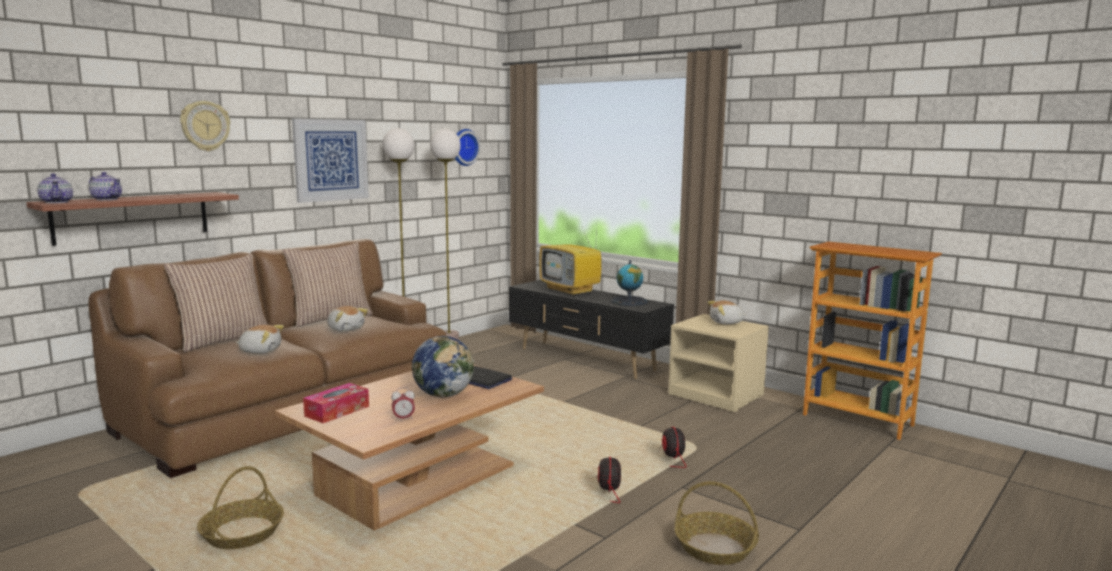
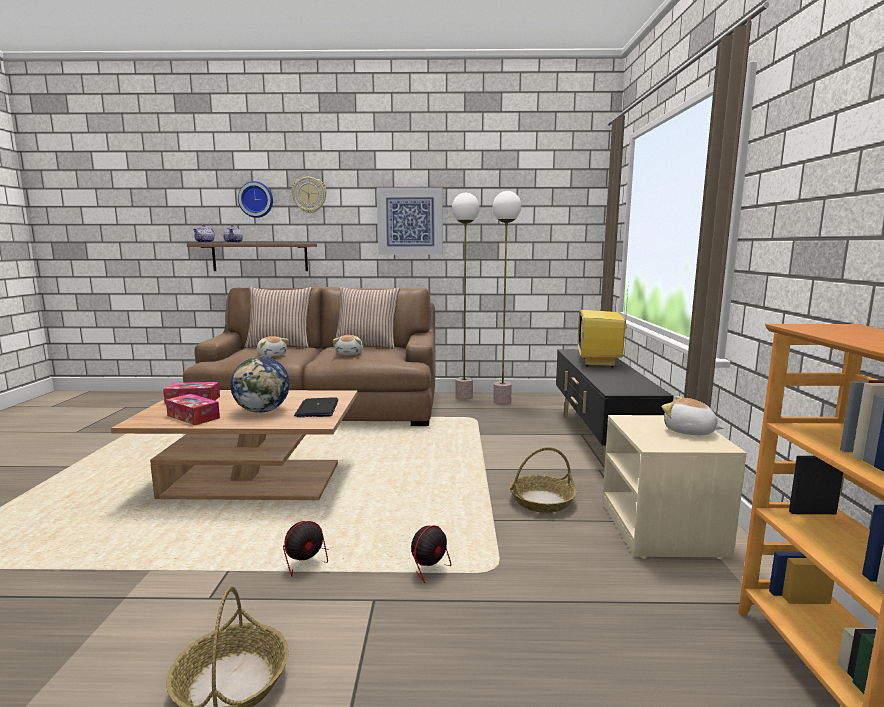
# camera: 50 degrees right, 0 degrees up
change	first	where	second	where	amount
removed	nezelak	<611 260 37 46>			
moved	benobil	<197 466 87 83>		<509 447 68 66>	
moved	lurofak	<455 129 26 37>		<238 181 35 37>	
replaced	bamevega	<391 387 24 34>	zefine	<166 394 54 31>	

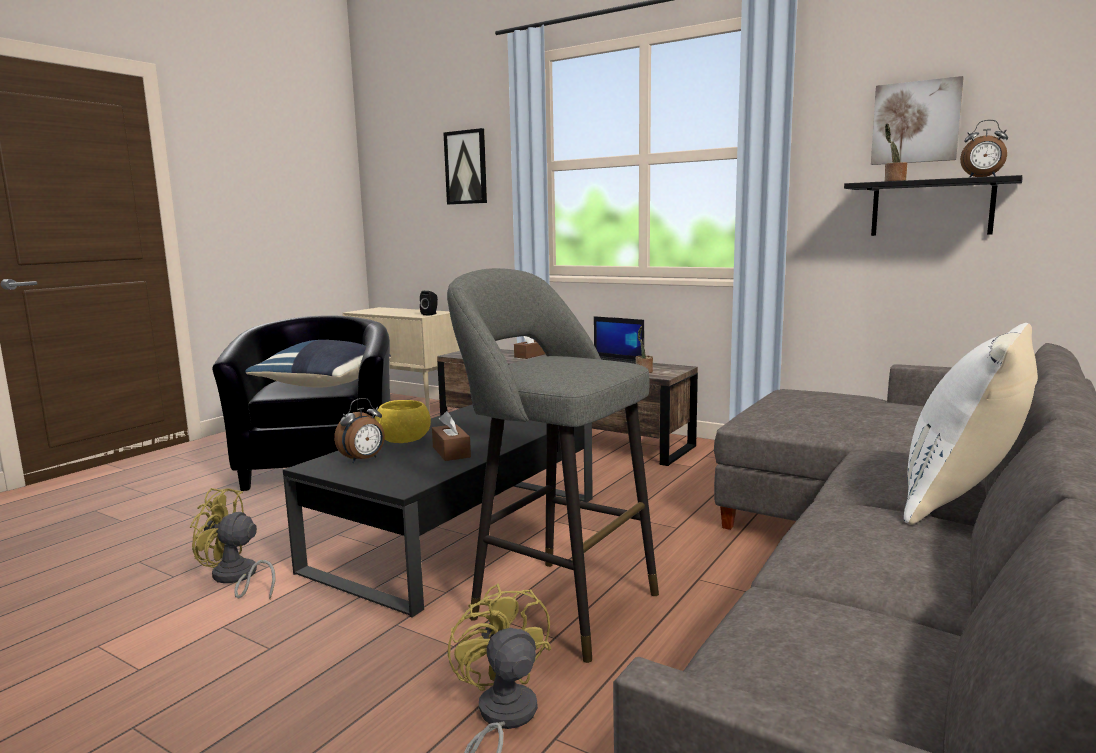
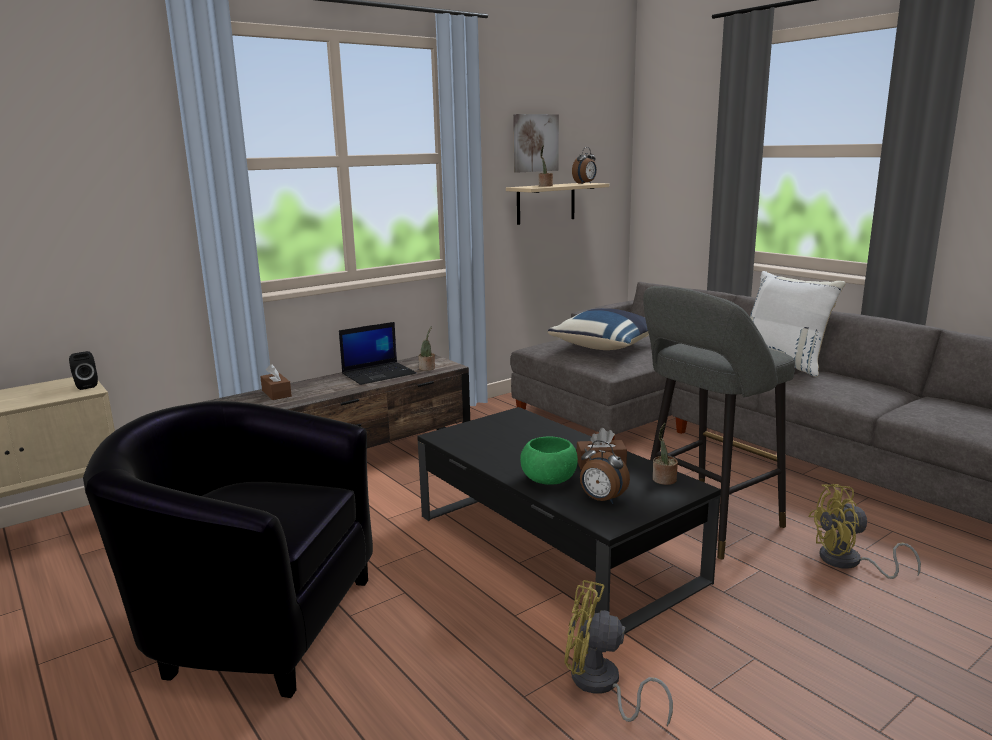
# camera: 70 degrees left, 5 degrees up
change	first	where	second	where	amount
removed	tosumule	<444 128 43 77>			
added			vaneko	<653 423 25 62>	
moved	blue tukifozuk	<245 340 146 48>		<548 308 101 42>	
recoloured	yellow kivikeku	<374 400 57 43>	green kivikeku	<520 437 58 48>	
recoloured	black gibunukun	<844 175 179 61>	beige gibunukun	<506 183 103 42>	
turned	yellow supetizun	<190 488 86 111>		<564 580 109 146>	75 degrees clockwise
turned	bamevega	<334 398 51 65>		<580 440 50 64>	150 degrees clockwise

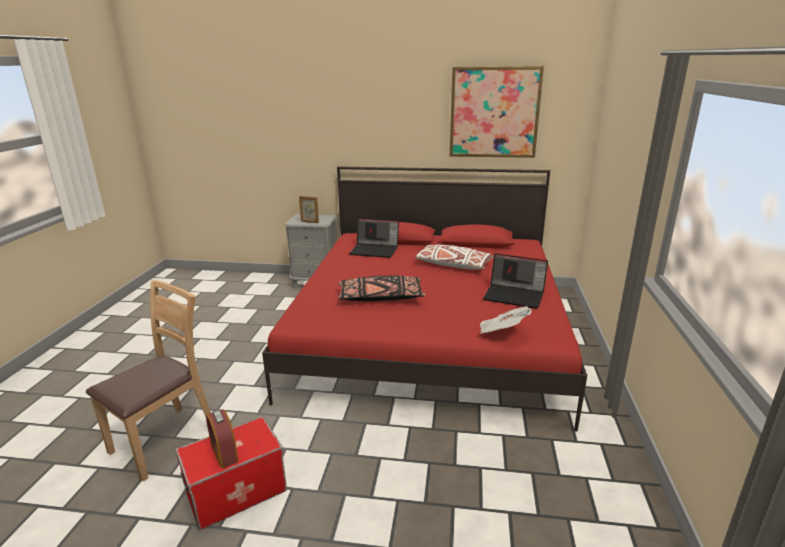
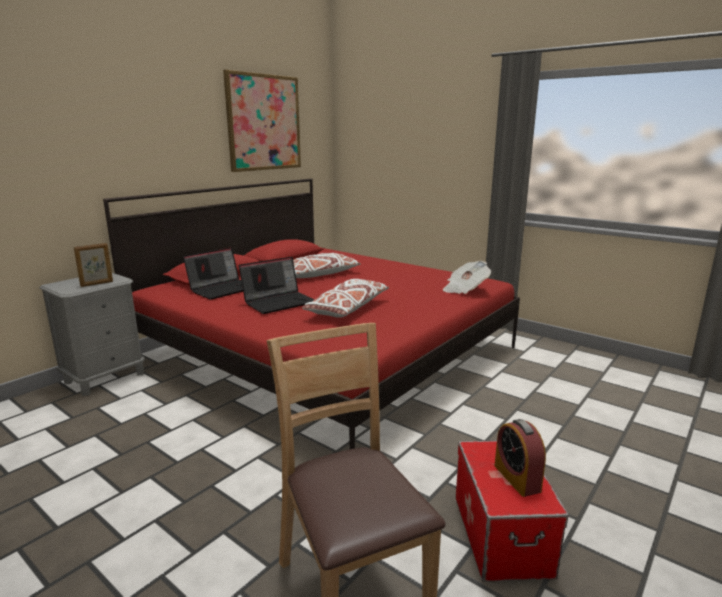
# camera: 60 degrees left, 5 degrees down
change	first	where	second	where	amount
moved	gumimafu	<483 253 65 56>		<239 257 75 57>	
recoloured	black tukifozuk	<338 275 88 26>	white tukifozuk	<302 279 87 39>	
turned	bamevega	<206 409 33 60>		<495 419 51 78>	75 degrees clockwise

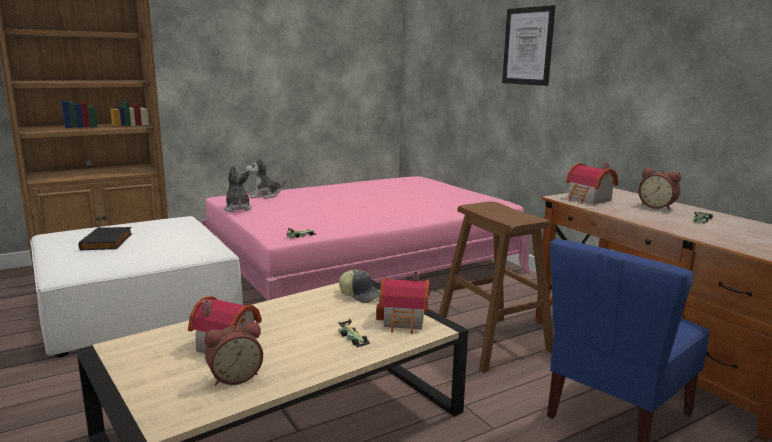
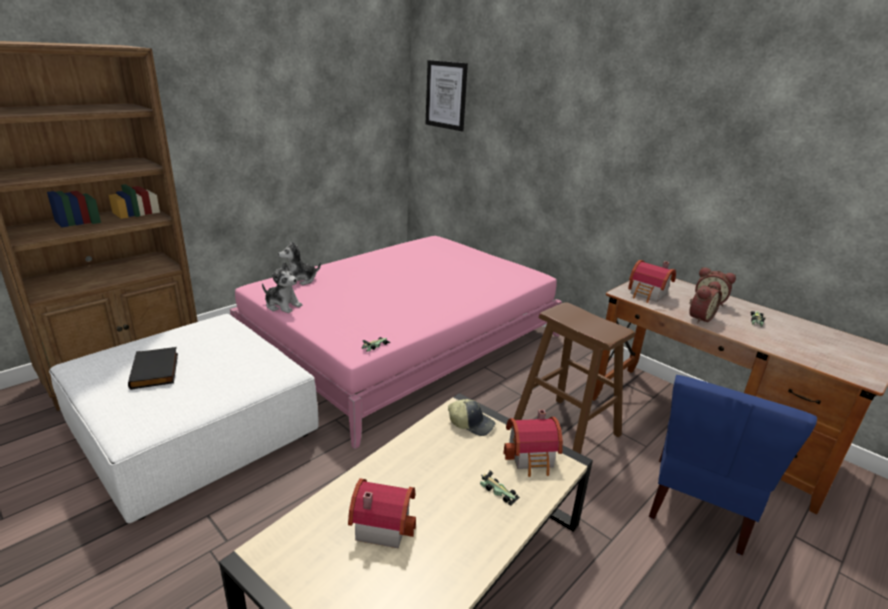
# camera: 15 degrees left, 10 degrees up
change	first	where	second	where	amount
moved	bamevega	<205 321 58 64>		<689 281 33 42>	
moved	tosumule	<502 5 54 81>		<426 60 42 71>	
turned	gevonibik	<224 164 28 48>		<262 262 40 51>	150 degrees clockwise

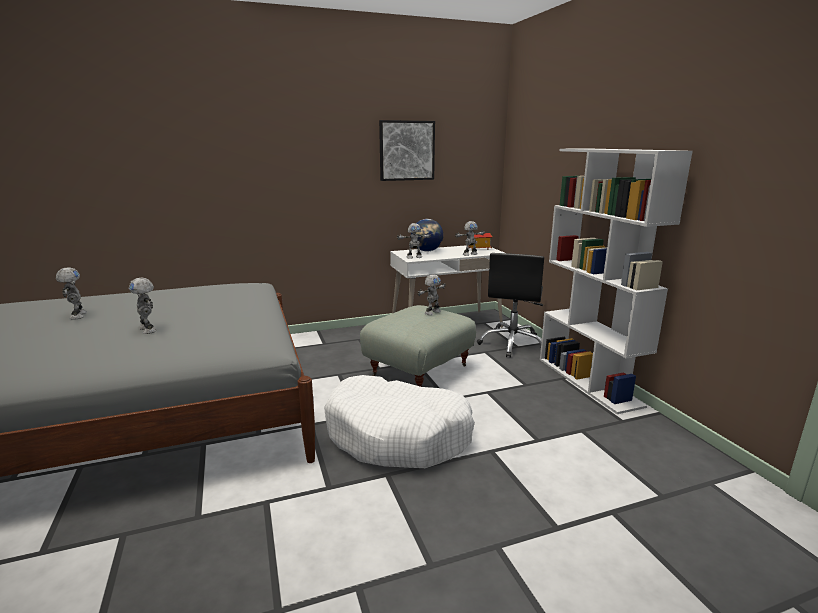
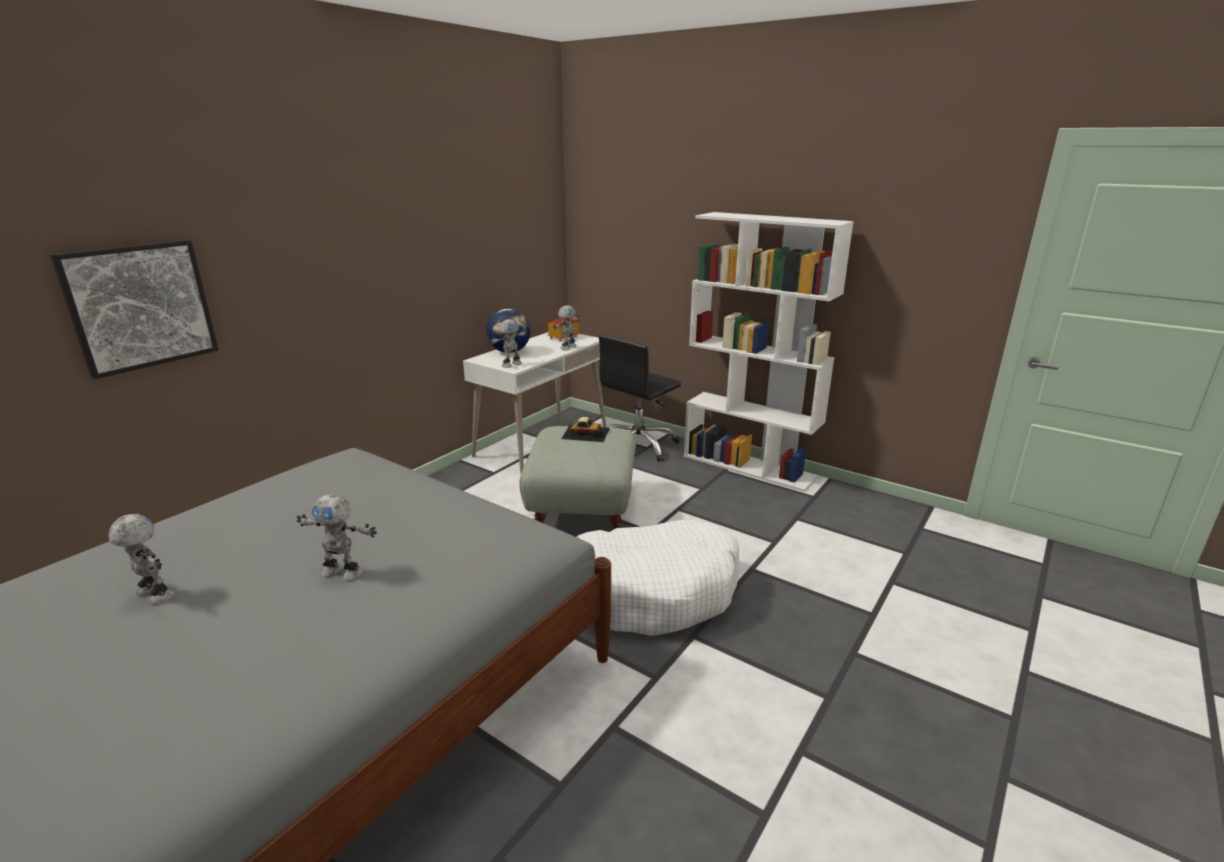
# camera: 35 degrees left, 5 degrees up
change	first	where	second	where	amount
moved	tosumule	<379 120 56 61>		<50 240 168 139>	
replaced	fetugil	<418 274 27 41>	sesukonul	<561 417 49 25>	
turned	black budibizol	<477 253 67 105>		<599 335 82 127>	60 degrees clockwise

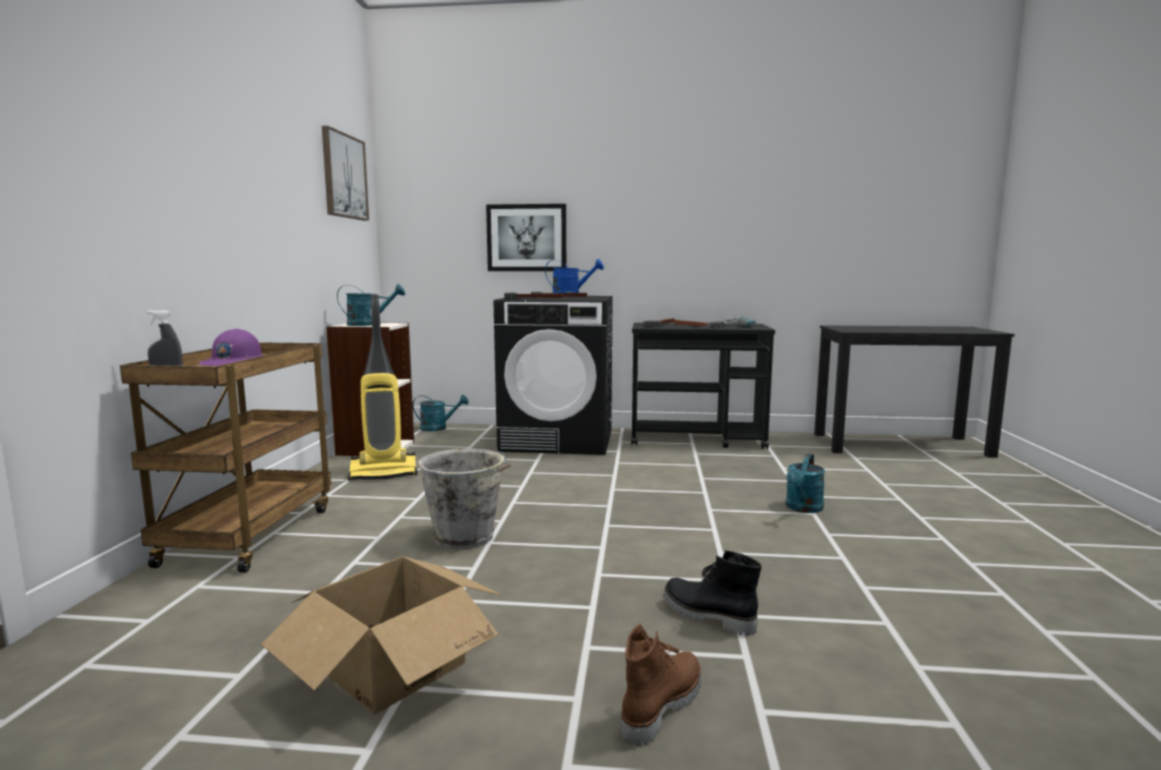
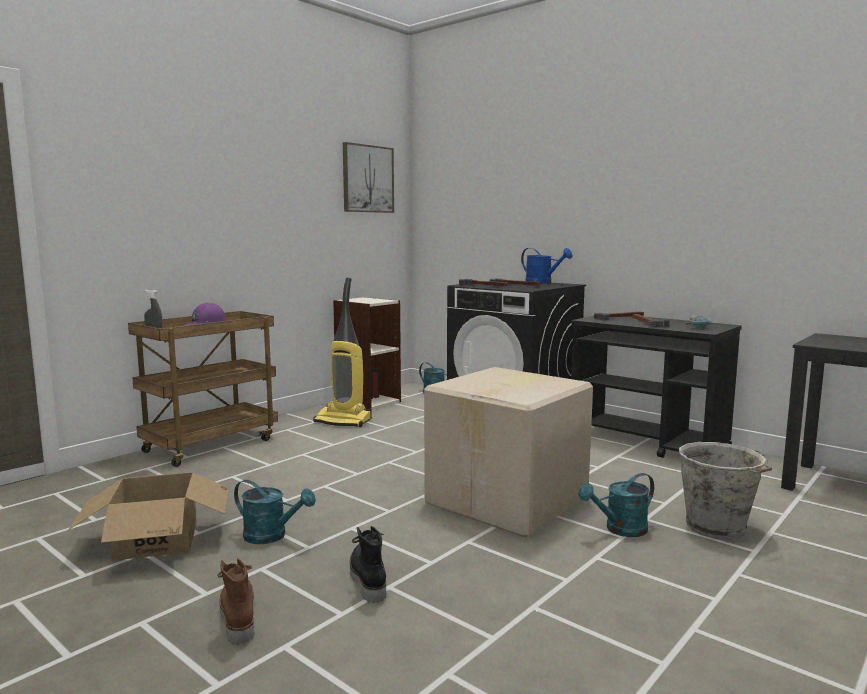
# camera: 35 degrees right, 0 degrees up
change	first	where	second	where	amount
removed	tosumule	<486 204 80 67>			
added			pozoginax	<424 367 169 171>	
moved	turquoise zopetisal	<337 284 68 42>		<234 480 82 64>	
moved	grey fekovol	<418 448 93 101>		<679 442 93 98>	
turned	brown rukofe	<621 624 80 122>		<217 558 37 87>	90 degrees counterclockwise

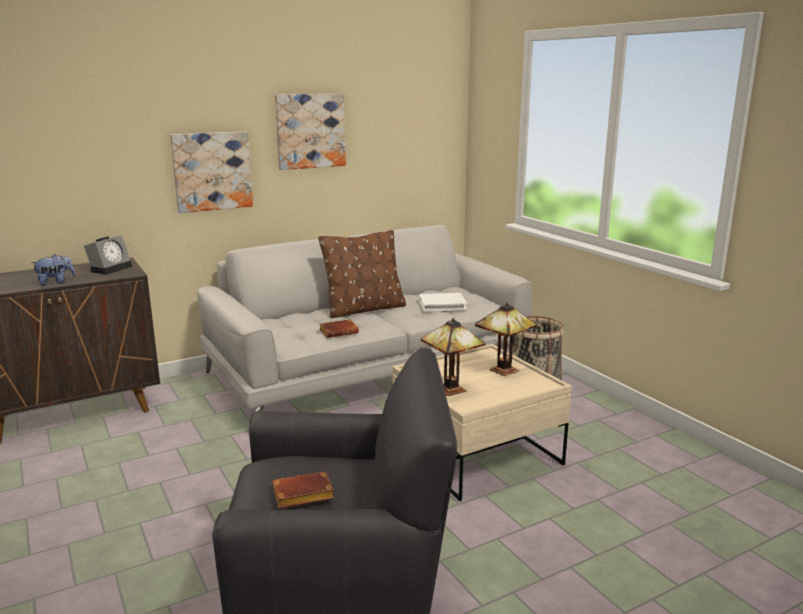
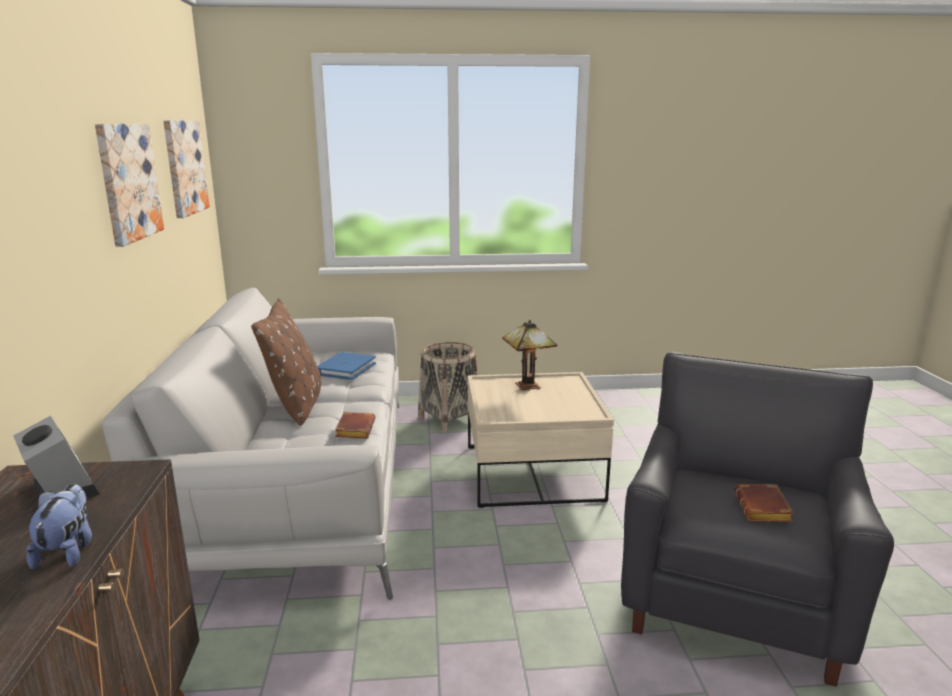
# camera: 65 degrees left, 0 degrees up
change	first	where	second	where	amount
removed	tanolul	<421 318 64 78>			
moved	tosumule	<170 131 83 82>		<163 120 47 98>	
recoloured	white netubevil	<419 293 48 19>	blue netubevil	<317 352 59 28>	

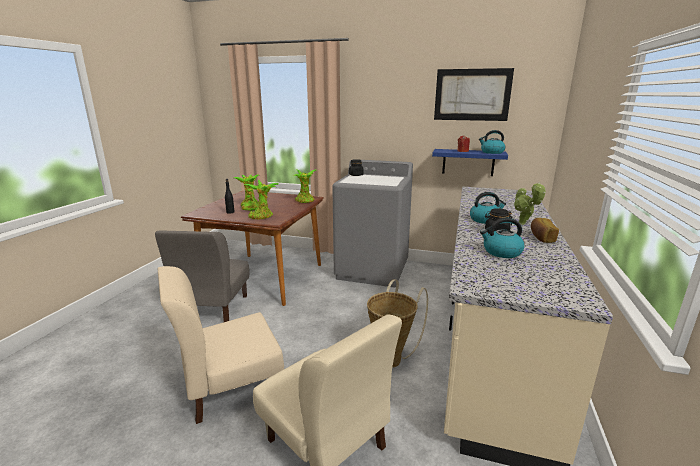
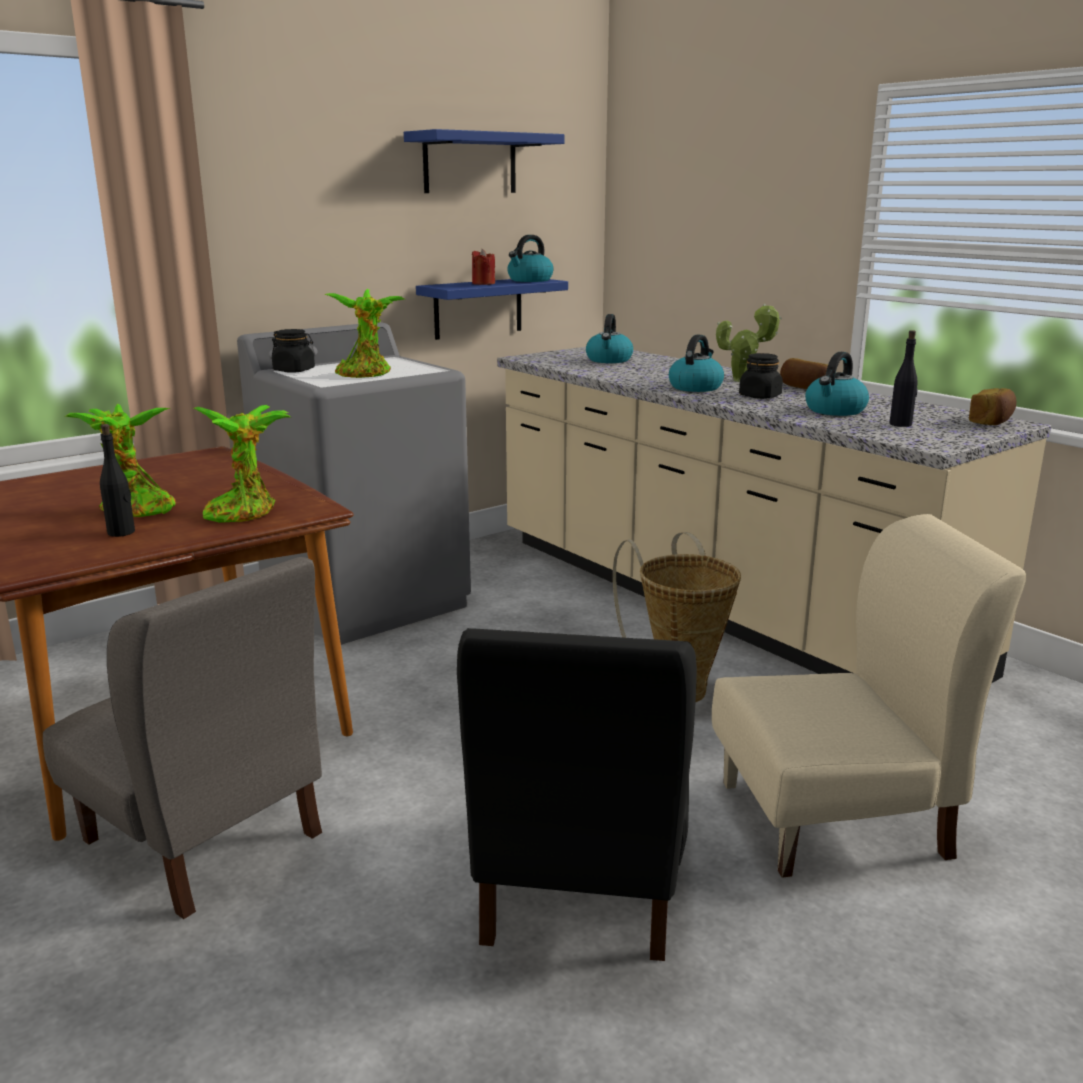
# camera: 55 degrees left, 0 degrees up
change	first	where	second	where	amount
added			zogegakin	<586 314 47 49>	
added			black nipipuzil	<889 330 29 97>	
added			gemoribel	<969 388 48 37>	
moved	vaneko	<294 169 22 34>		<324 289 80 89>	
replaced	tosumule	<434 68 80 53>	blue gibunukun	<404 129 161 64>	
recoloured	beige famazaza	<157 266 127 158>	black famazaza	<457 628 240 333>	

